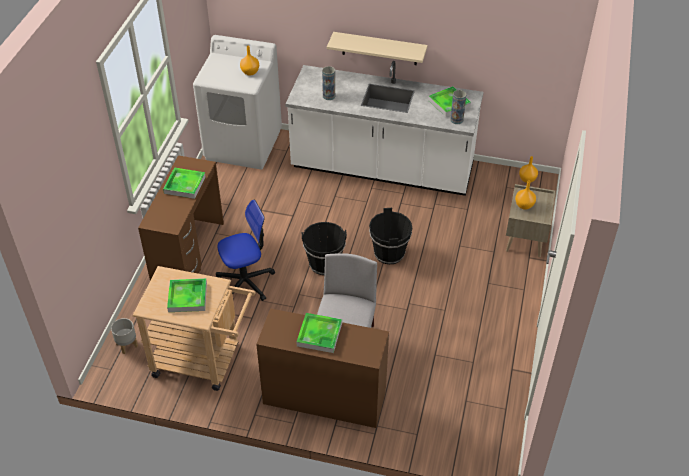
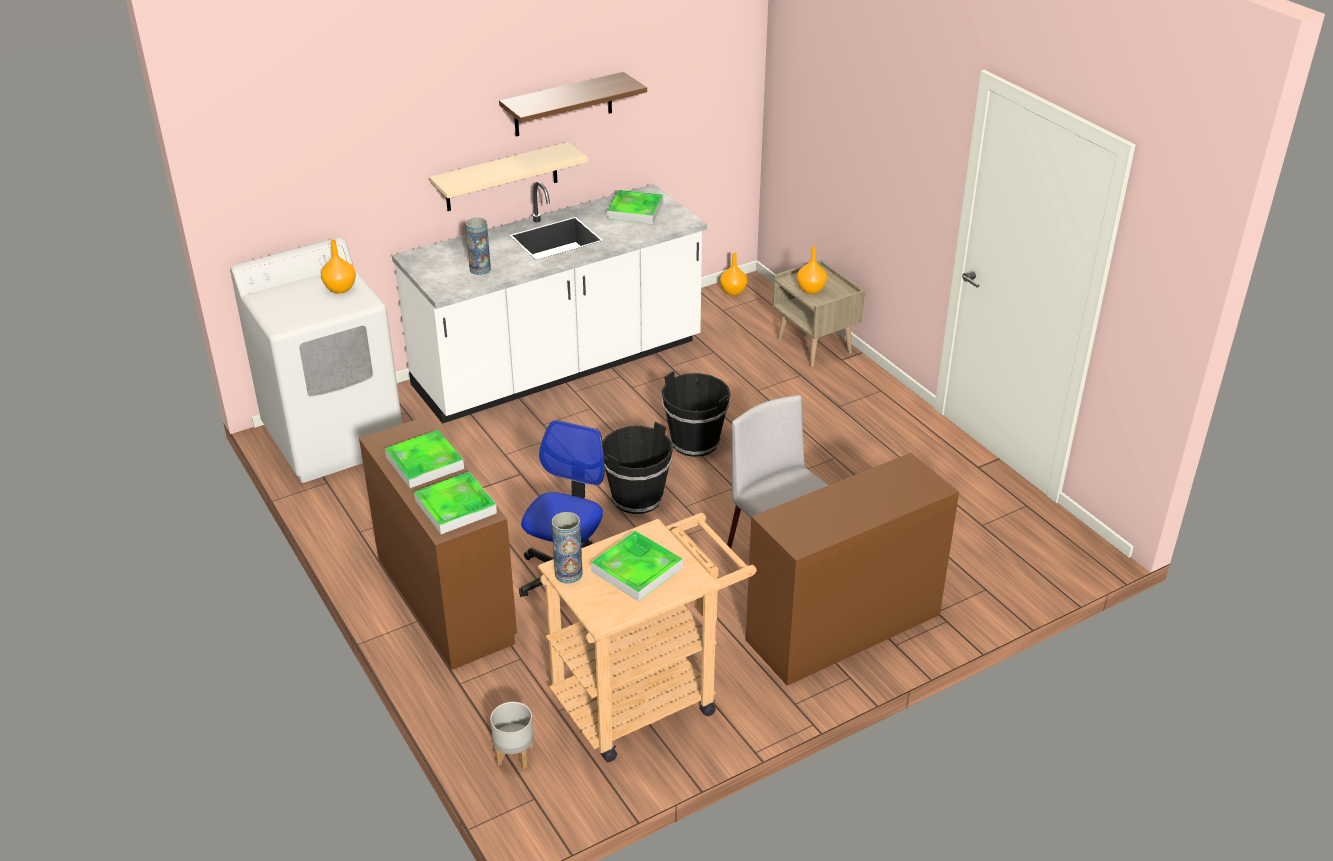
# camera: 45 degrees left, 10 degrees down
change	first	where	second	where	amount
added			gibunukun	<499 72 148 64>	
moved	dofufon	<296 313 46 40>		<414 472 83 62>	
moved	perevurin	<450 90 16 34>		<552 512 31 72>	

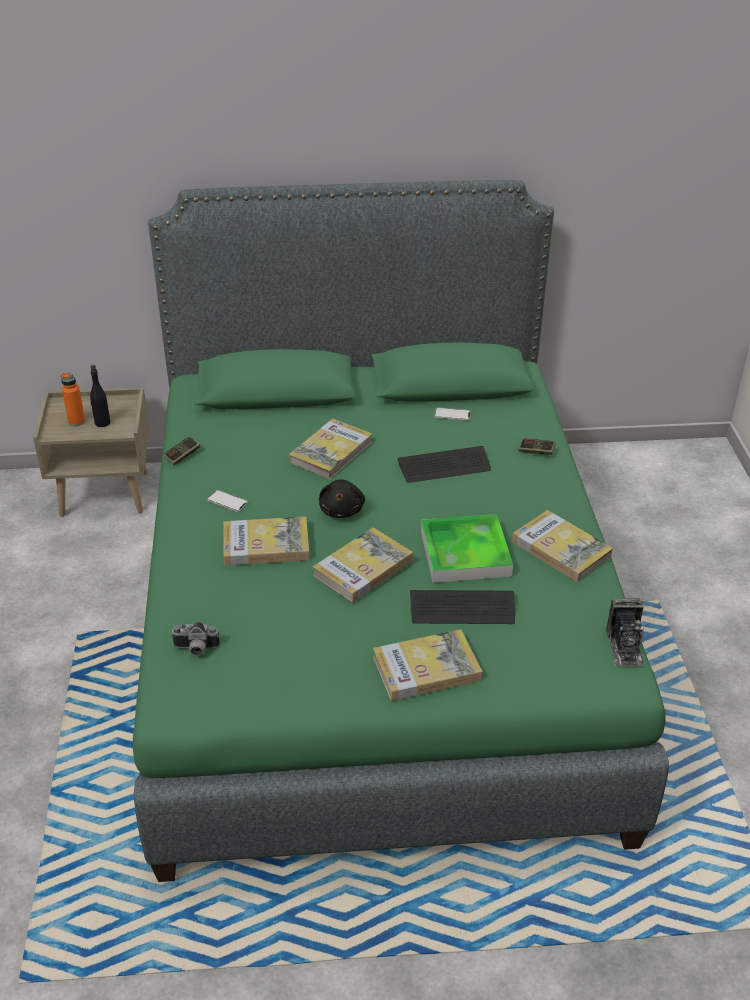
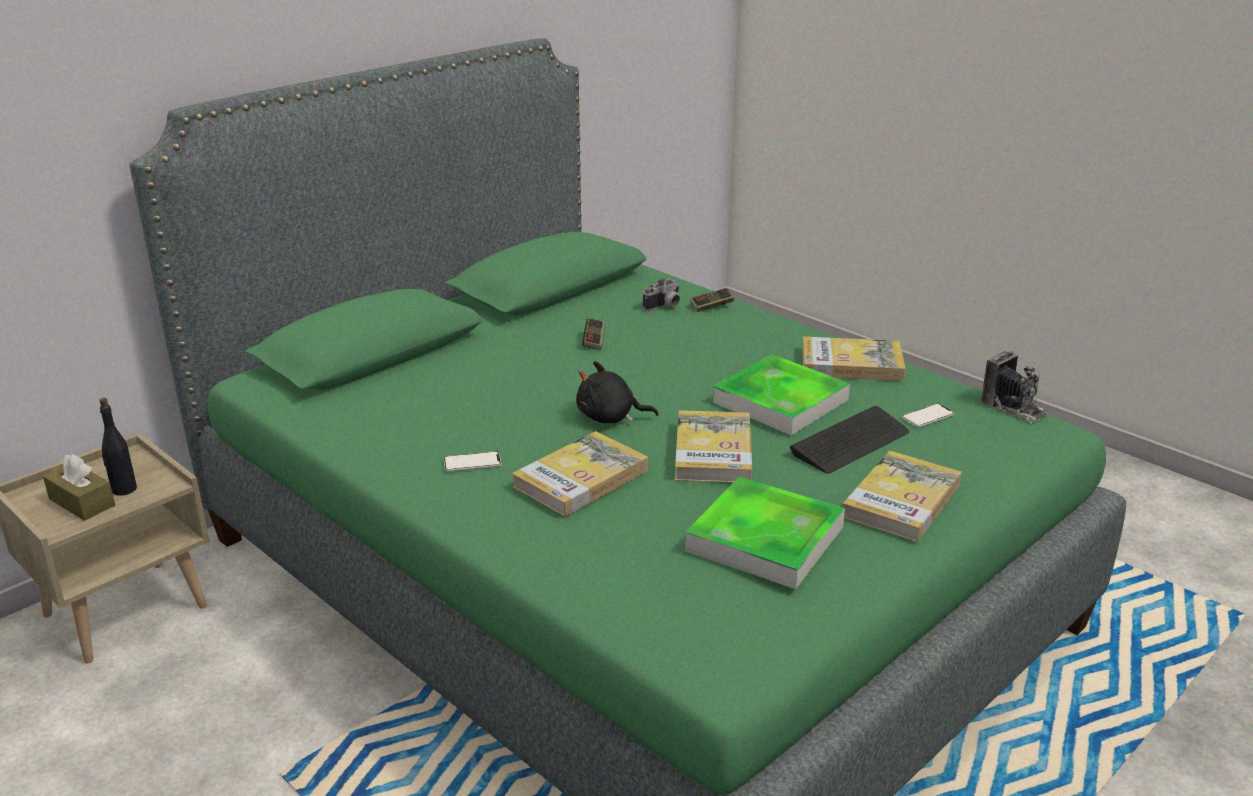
# camera: 40 degrees left, 10 degrees down
change	first	where	second	where	amount
removed	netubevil	<289 419 83 60>			
removed	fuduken	<397 446 94 37>			
added			dofufon	<685 476 160 113>	
moved	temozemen	<164 436 36 30>		<582 318 24 32>	
moved	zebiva	<171 622 49 34>		<643 279 37 32>	
moved	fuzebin	<434 407 37 14>		<901 403 54 25>	
replaced	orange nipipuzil	<61 373 24 53>	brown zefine	<43 454 72 67>	
turned	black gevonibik	<319 479 46 39>		<576 361 83 62>	135 degrees clockwise

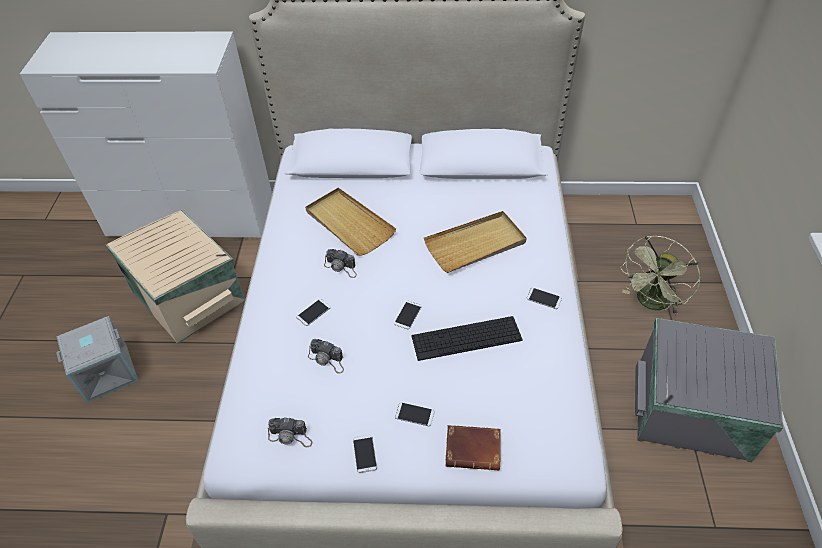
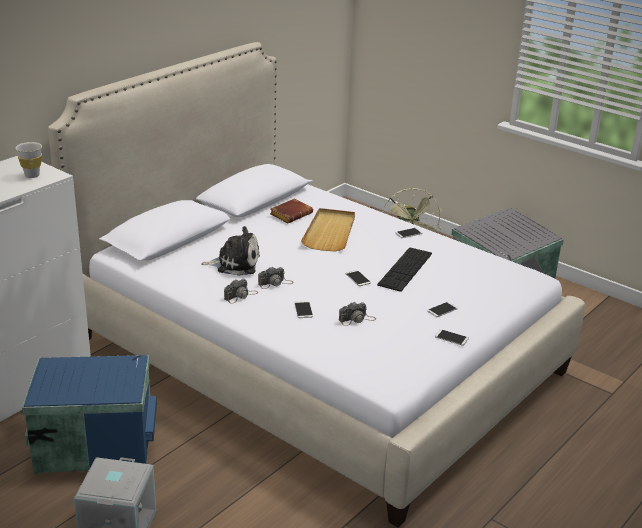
# camera: 55 degrees left, 20 degrees down
change	first	where	second	where	amount
added			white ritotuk	<16 142 26 36>	
moved	zebiva	<268 418 44 29>		<224 279 34 25>	
moved	brown netubevil	<445 425 56 45>		<270 198 43 25>	
replaced	beige dofufon	<305 188 91 68>	gevonibik	<201 226 59 50>	
recoloured	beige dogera	<106 210 139 134>	blue dogera	<22 355 135 120>	

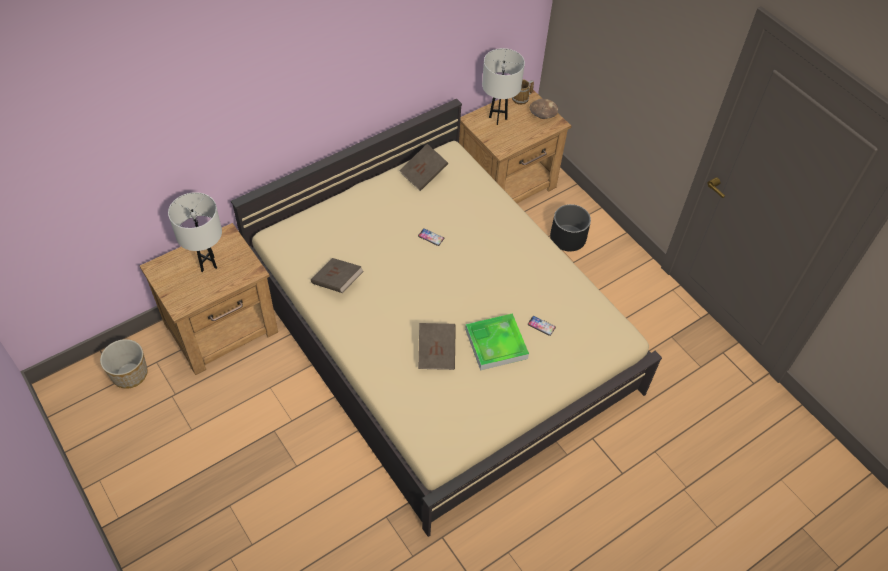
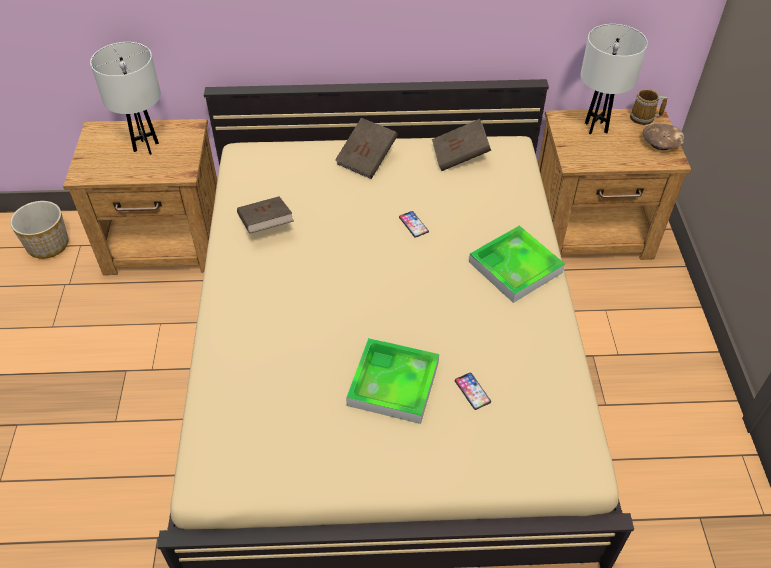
# camera: 35 degrees right, 5 degrees down
change	first	where	second	where	amount
removed	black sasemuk	<550 204 41 48>			
added			dofufon	<469 225 96 78>	
moved	brown netubevil	<418 323 38 47>		<335 118 63 61>	

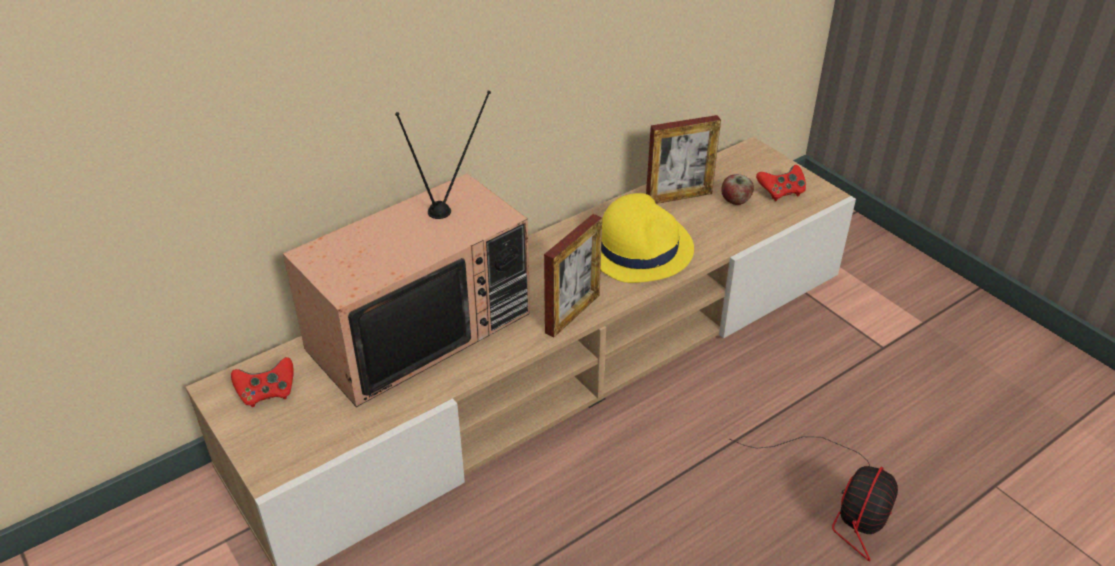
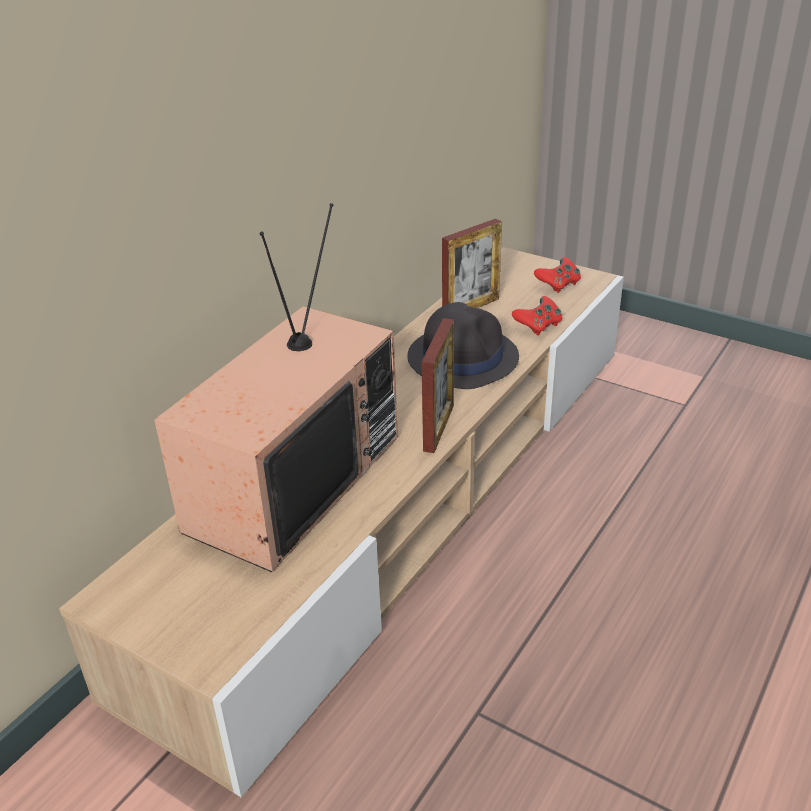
# camera: 20 degrees left, 5 degrees down
change	first	where	second	where	amount
removed	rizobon	<721 174 33 31>			
removed	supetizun	<730 436 168 125>			
moved	red temozemen	<231 357 62 50>		<512 296 50 39>	
recoloured	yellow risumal	<600 193 94 90>	black risumal	<407 302 112 87>	

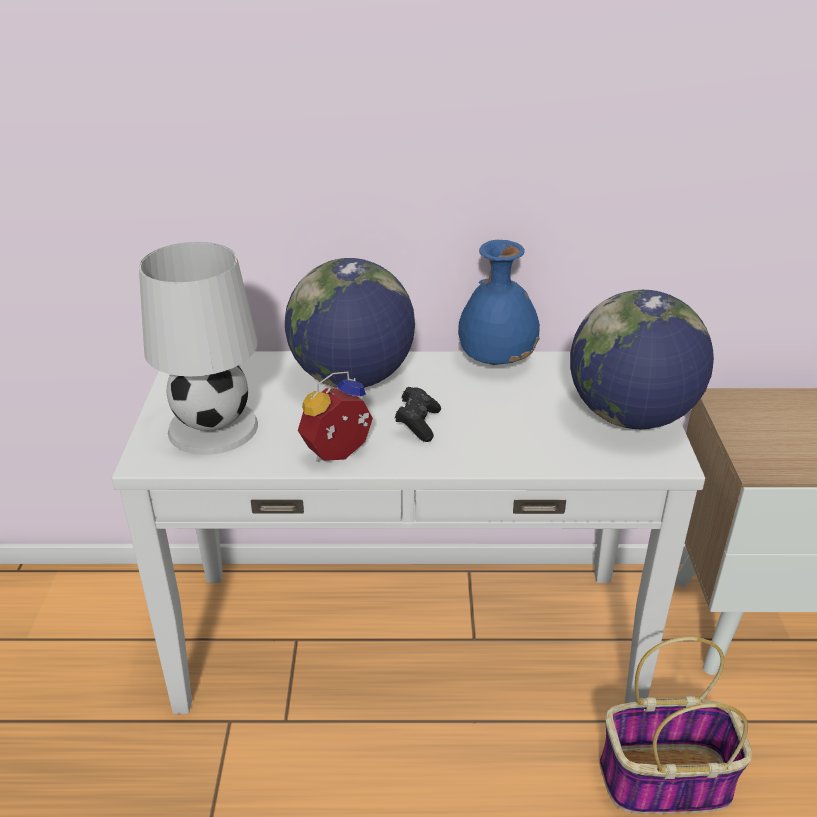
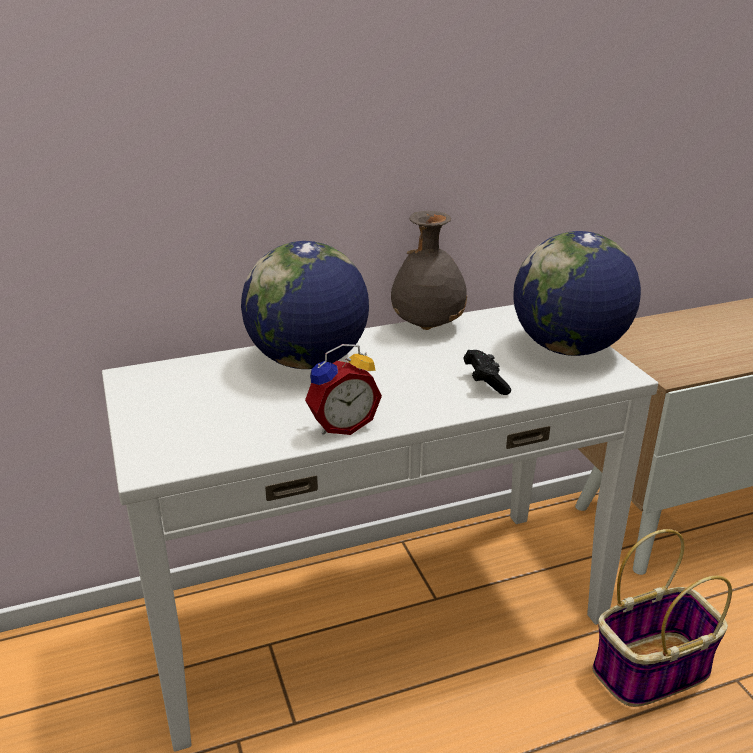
# camera: 20 degrees left, 5 degrees down
change	first	where	second	where	amount
removed	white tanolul	<139 242 119 213>			
moved	black temozemen	<395 387 46 55>		<463 350 48 45>	
recoloured	blue perevurin	<458 240 82 125>	grey perevurin	<391 211 76 119>	
turned	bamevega	<298 371 75 91>		<305 344 77 91>	150 degrees counterclockwise

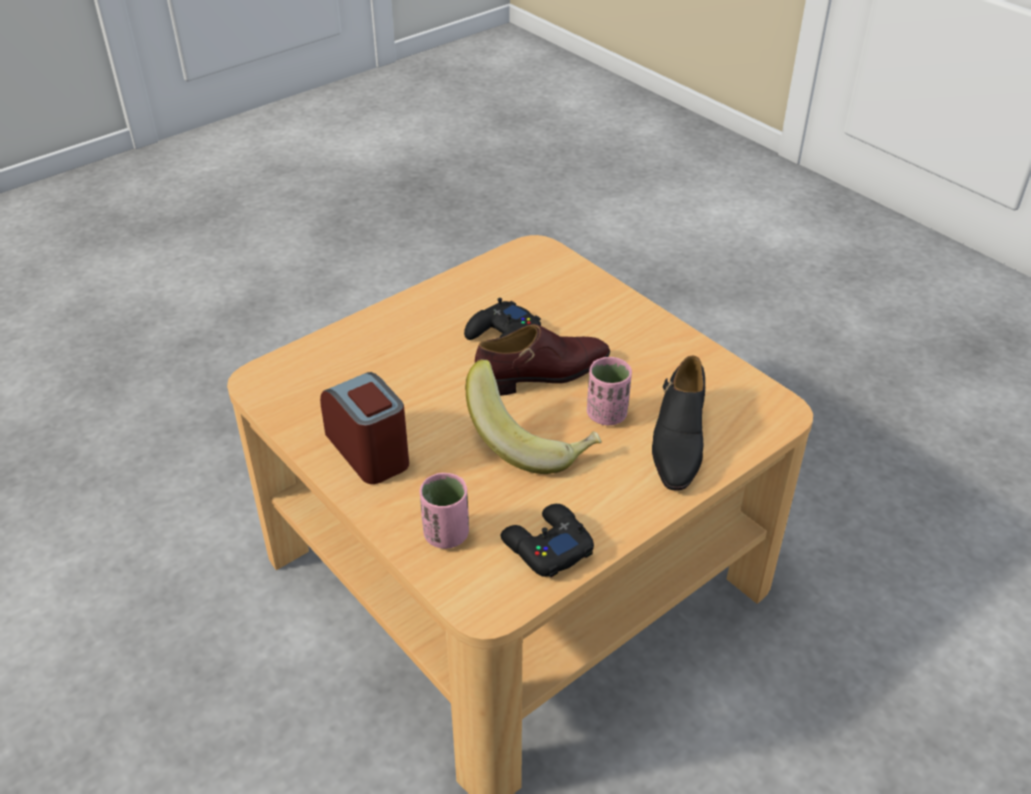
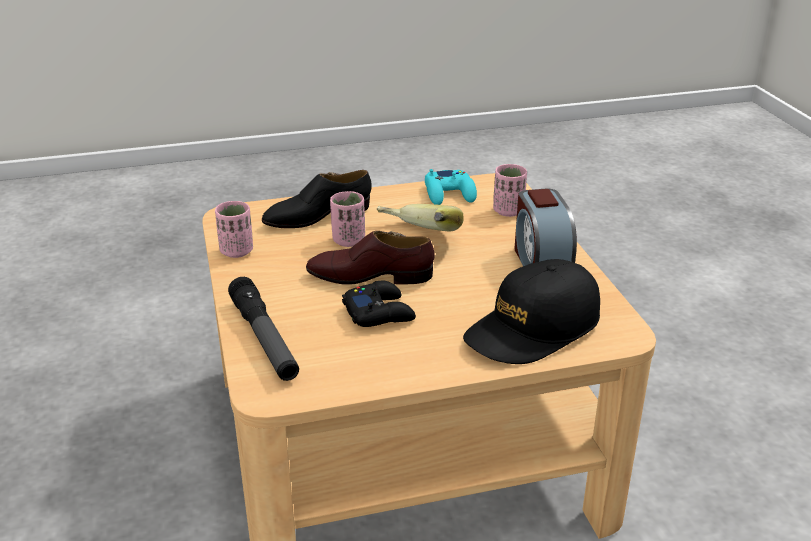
# camera: 155 degrees left, 10 degrees down
change	first	where	second	where	amount
added			pink ritotuk	<215 201 38 57>	
added			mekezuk	<228 277 71 104>	
added			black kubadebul	<463 259 137 105>	
recoloured	black temozemen	<501 504 93 74>	turquoise temozemen	<425 169 52 36>	
turned	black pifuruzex	<652 356 53 134>		<262 170 110 58>	150 degrees counterclockwise

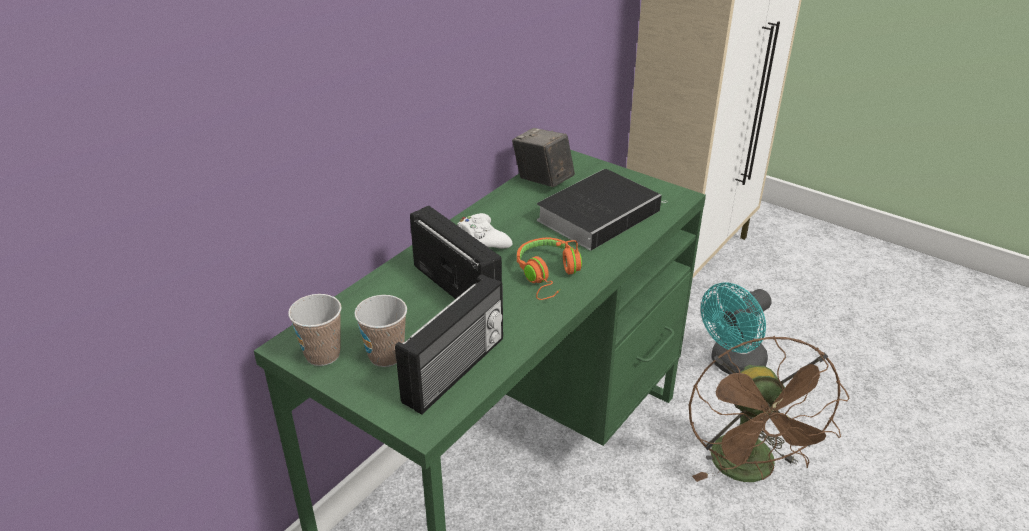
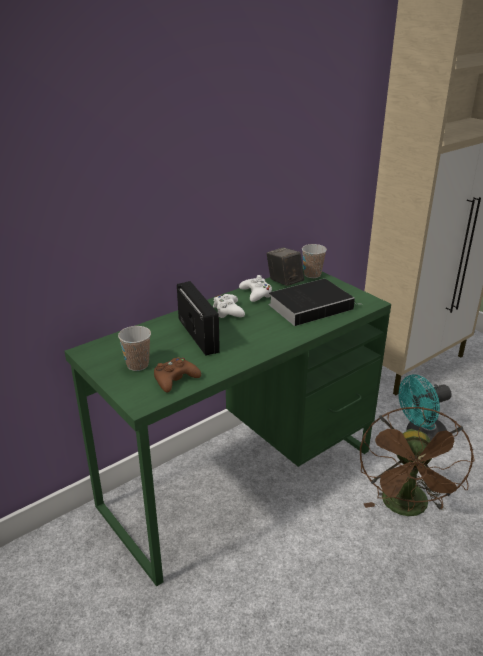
# camera: 15 degrees right, 5 degrees down
change	first	where	second	where	amount
removed	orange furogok	<517 238 65 62>			
added			white temozemen	<239 275 33 27>	
moved	ritotuk	<288 294 53 72>		<302 244 25 34>	
replaced	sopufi	<395 274 108 140>	brown temozemen	<154 357 47 36>	

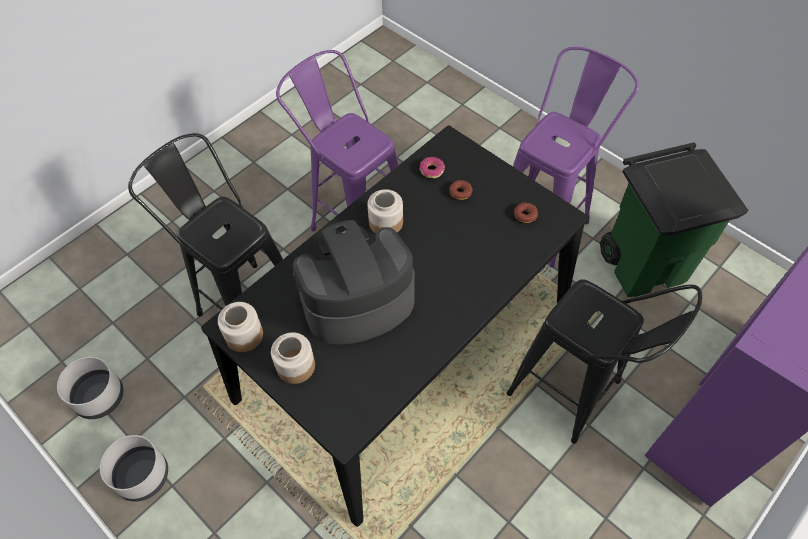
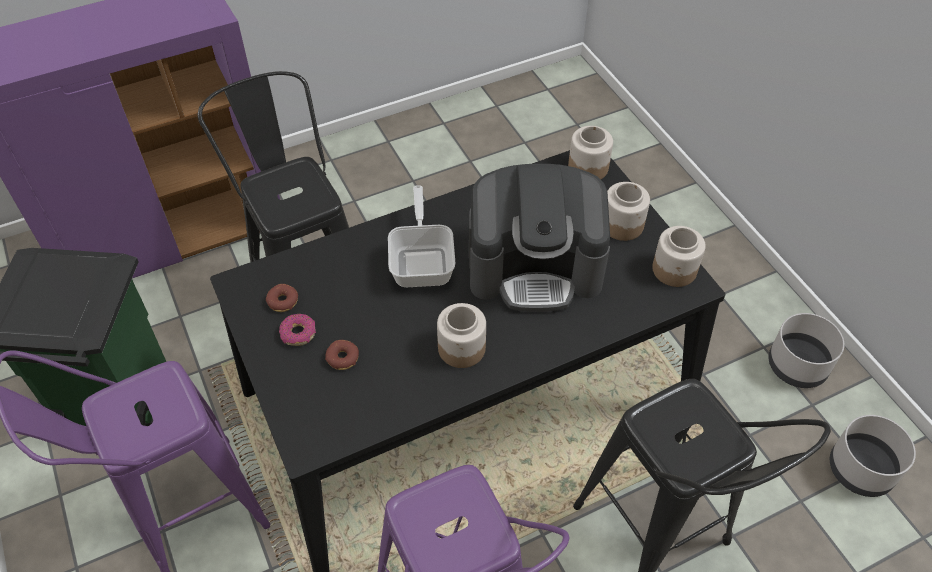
# camera: 160 degrees left, 5 degrees down
change	first	where	second	where	amount
added			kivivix	<388 185 67 102>	
added			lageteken	<568 126 45 53>	
moved	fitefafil	<419 157 26 21>		<279 314 37 32>	

